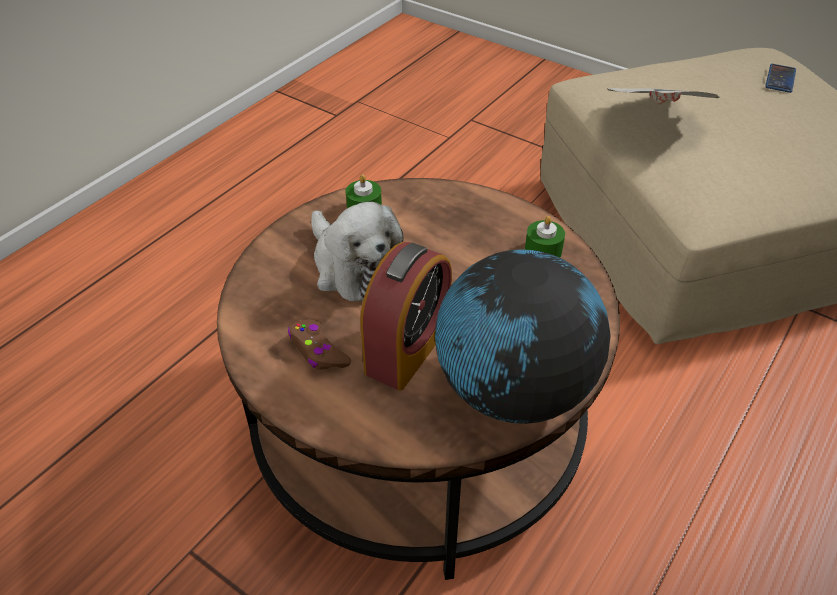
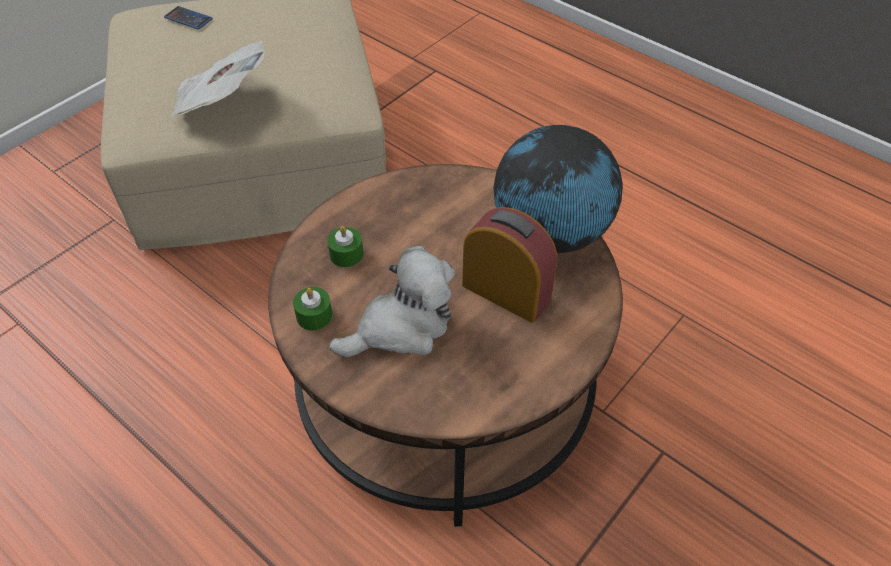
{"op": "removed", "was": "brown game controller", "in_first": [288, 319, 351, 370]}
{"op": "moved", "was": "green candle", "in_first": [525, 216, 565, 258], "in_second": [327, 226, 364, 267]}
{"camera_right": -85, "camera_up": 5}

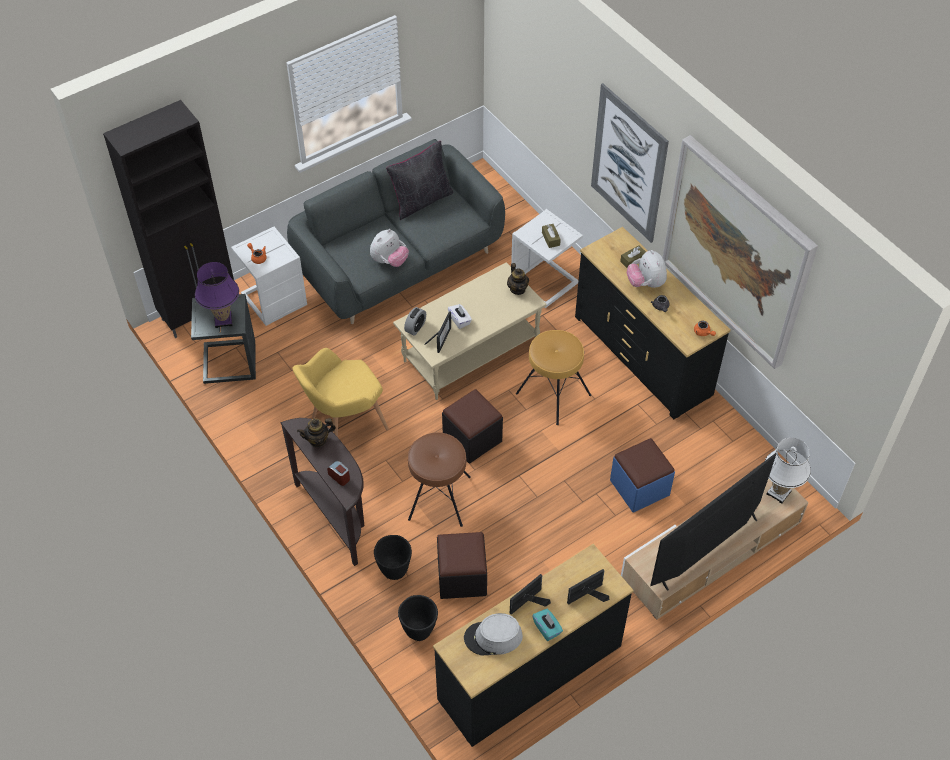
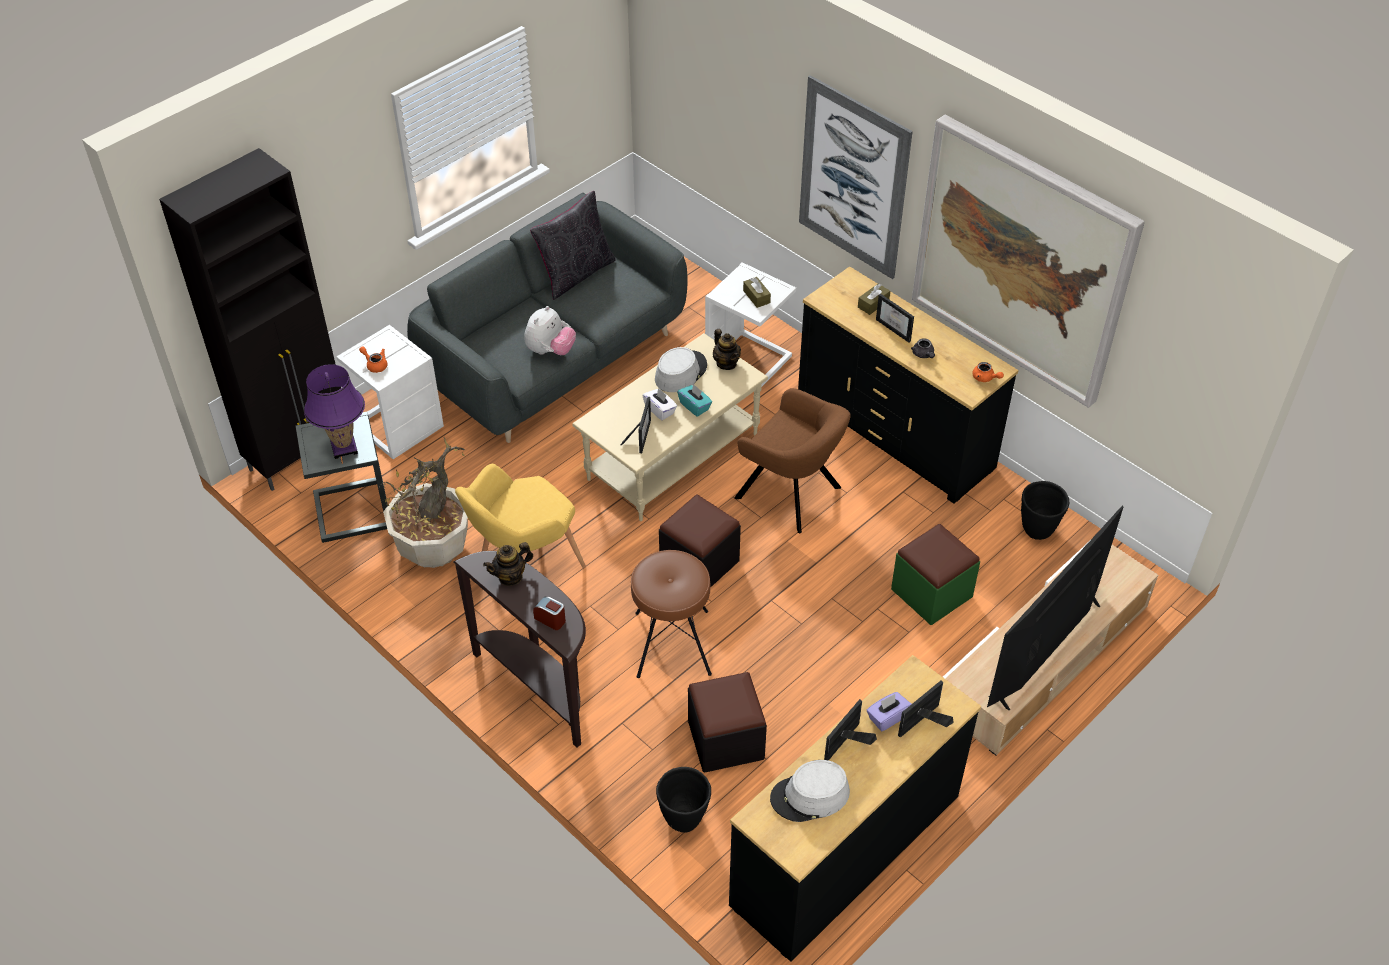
{"op": "removed", "was": "alarm clock", "in_first": [404, 307, 426, 336]}
{"op": "removed", "was": "white table lamp", "in_first": [765, 438, 811, 504]}
{"op": "added", "now": "potted plant", "in_second": [381, 437, 468, 568]}
{"op": "added", "now": "grey hat", "in_second": [655, 347, 707, 392]}
{"op": "added", "now": "purple tissue box", "in_second": [867, 692, 911, 731]}
{"op": "moved", "was": "black planter", "in_first": [374, 535, 412, 580], "in_second": [1021, 481, 1069, 540]}
{"op": "moved", "was": "turquoise tissue box", "in_first": [532, 609, 563, 641], "in_second": [677, 384, 712, 417]}
{"op": "replaced", "was": "brown stool", "now": "brown armchair", "in_first": [516, 330, 591, 425], "in_second": [735, 388, 851, 533]}
{"op": "replaced", "was": "plush toy", "now": "picture frame", "in_first": [627, 250, 667, 288], "in_second": [876, 294, 914, 343]}
{"op": "recoloured", "was": "blue ottoman", "now": "green ottoman", "in_first": [610, 438, 675, 513], "in_second": [891, 524, 980, 625]}
{"camera_right": -10, "camera_up": -5}

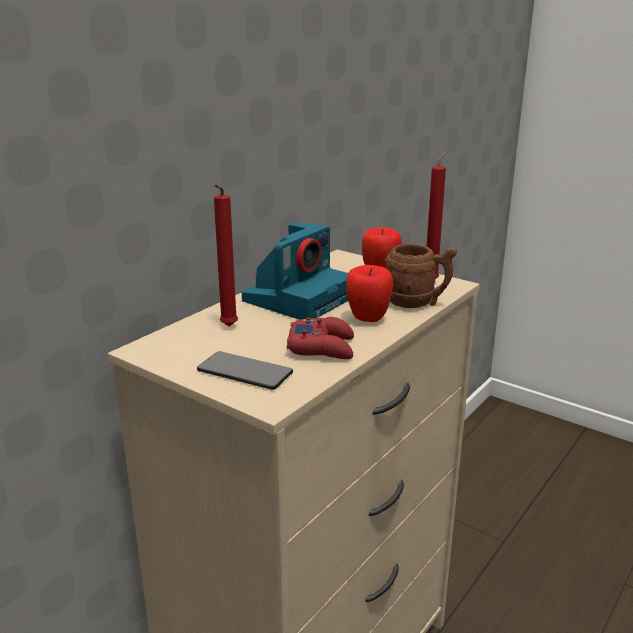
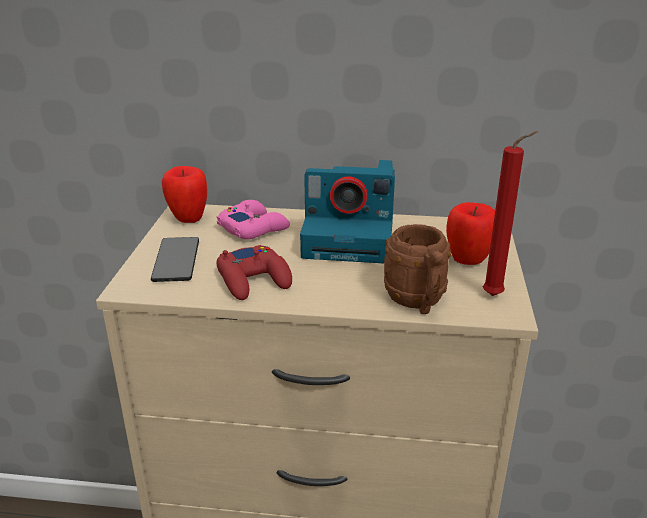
{"op": "moved", "was": "apple", "in_first": [346, 265, 393, 322], "in_second": [162, 166, 207, 223]}
{"op": "replaced", "was": "red candle", "now": "pink game controller", "in_first": [214, 184, 238, 326], "in_second": [217, 200, 290, 239]}
{"camera_right": 60, "camera_up": 5}

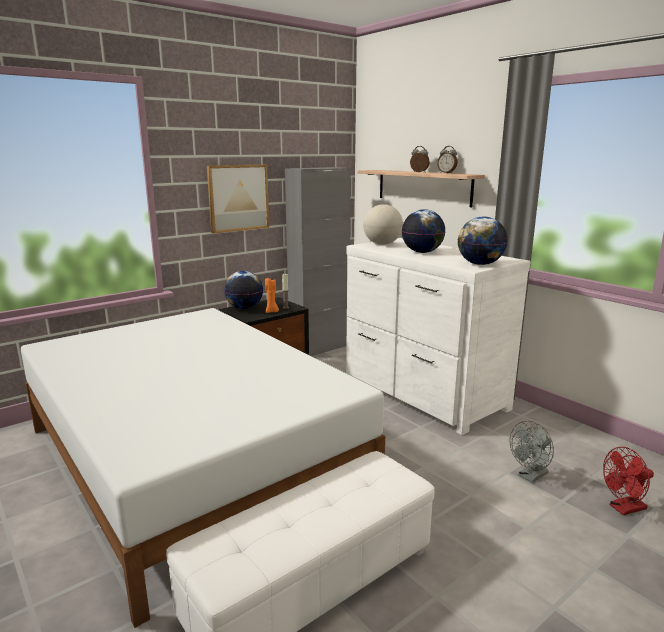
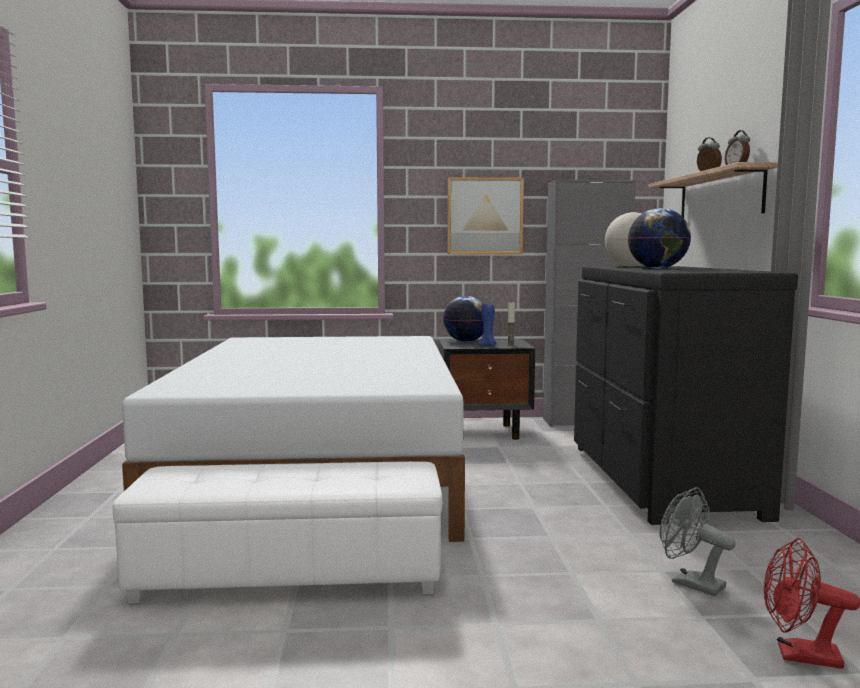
{"op": "removed", "was": "globe", "in_first": [458, 217, 508, 265]}
{"op": "recoloured", "was": "orange candle", "now": "blue candle", "in_first": [265, 278, 279, 313], "in_second": [478, 302, 496, 346]}
{"op": "recoloured", "was": "white dresser", "now": "black dresser", "in_first": [346, 238, 530, 435], "in_second": [574, 266, 798, 525]}
{"op": "turned", "was": "grey fan", "in_first": [509, 421, 554, 483], "in_second": [660, 487, 736, 596], "clockwise": 45}
{"camera_right": 35, "camera_up": -10}

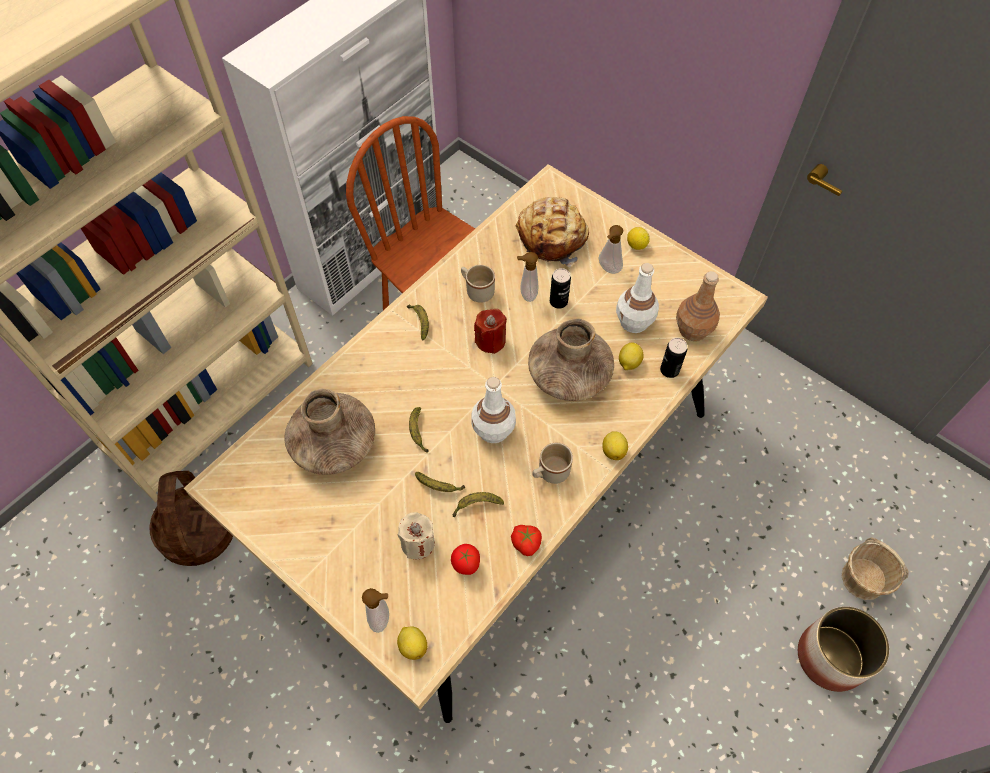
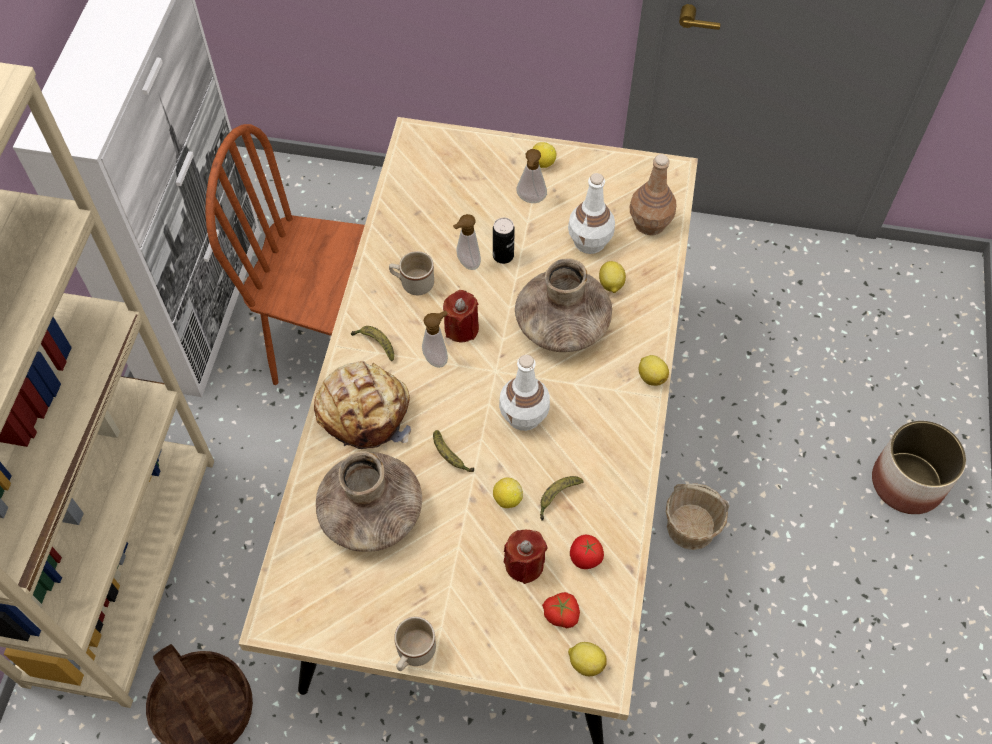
{"op": "removed", "was": "can", "in_first": [660, 338, 687, 378]}
{"op": "moved", "was": "soap dispenser", "in_first": [362, 588, 389, 633], "in_second": [422, 311, 448, 368]}
{"op": "moved", "was": "tomato", "in_first": [511, 525, 542, 556], "in_second": [542, 592, 580, 628]}
{"op": "moved", "was": "bread", "in_first": [516, 197, 589, 267], "in_second": [314, 361, 411, 449]}
{"op": "moved", "was": "beige mug", "in_first": [533, 443, 573, 484], "in_second": [394, 617, 436, 671]}
{"op": "moved", "was": "basket", "in_first": [842, 537, 909, 600], "in_second": [666, 483, 729, 550]}
{"op": "replaced", "was": "banana", "now": "lemon", "in_first": [415, 472, 465, 492], "in_second": [493, 478, 523, 508]}
{"op": "recoloured", "was": "beige candle", "now": "red candle", "in_first": [398, 512, 435, 560], "in_second": [504, 530, 547, 584]}
{"camera_right": -30, "camera_up": 0}

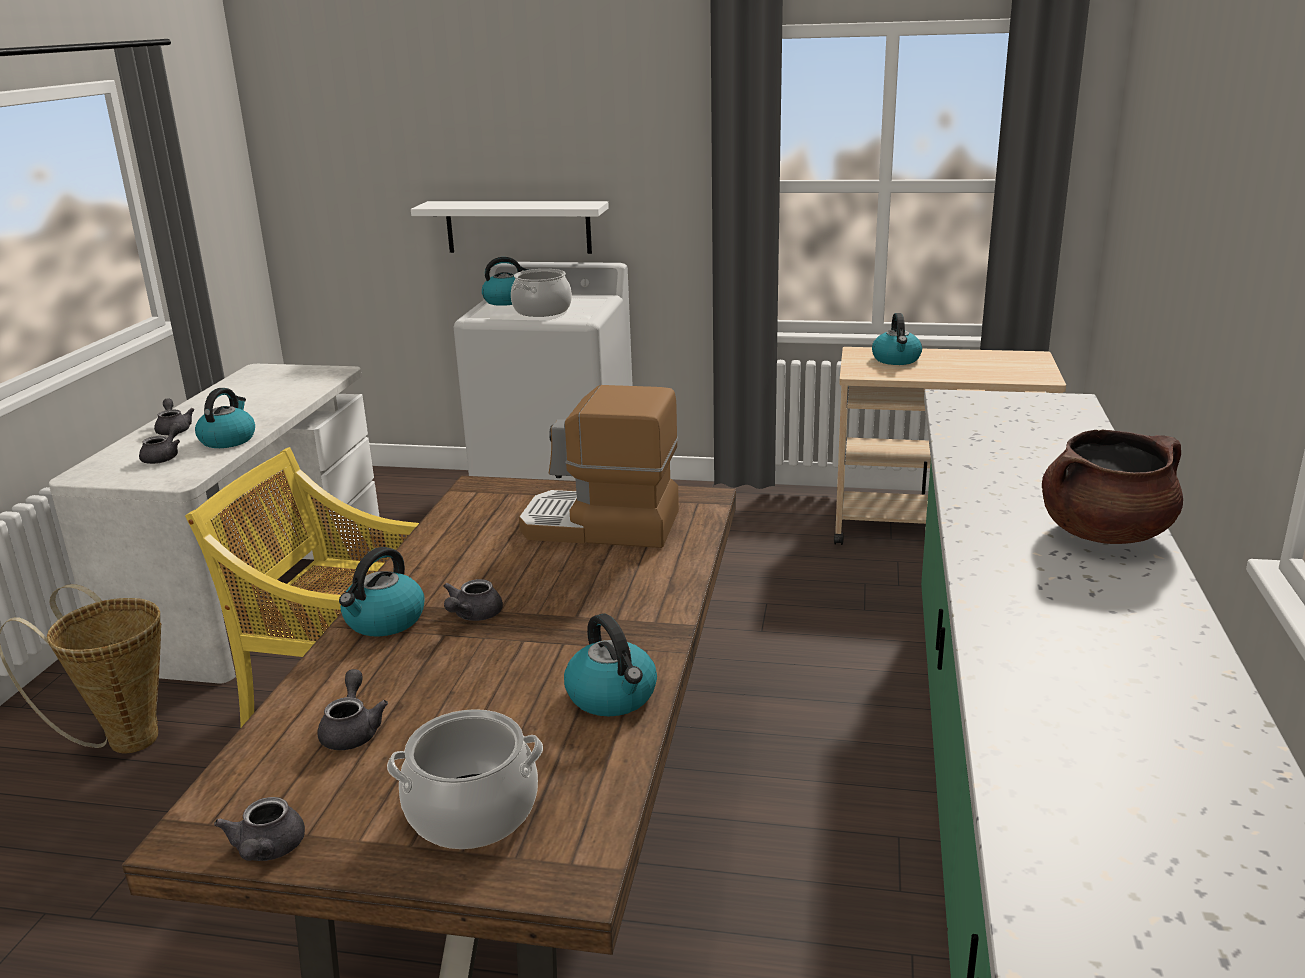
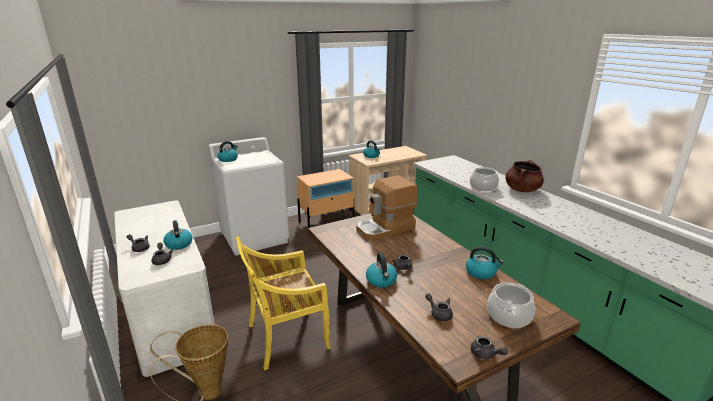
{"op": "removed", "was": "white shelf", "in_first": [411, 201, 609, 254]}
{"op": "added", "now": "beige nightstand", "in_second": [297, 169, 354, 228]}
{"op": "moved", "was": "cooking pot", "in_first": [511, 269, 572, 317], "in_second": [470, 167, 499, 191]}
{"camera_right": -40, "camera_up": 0}

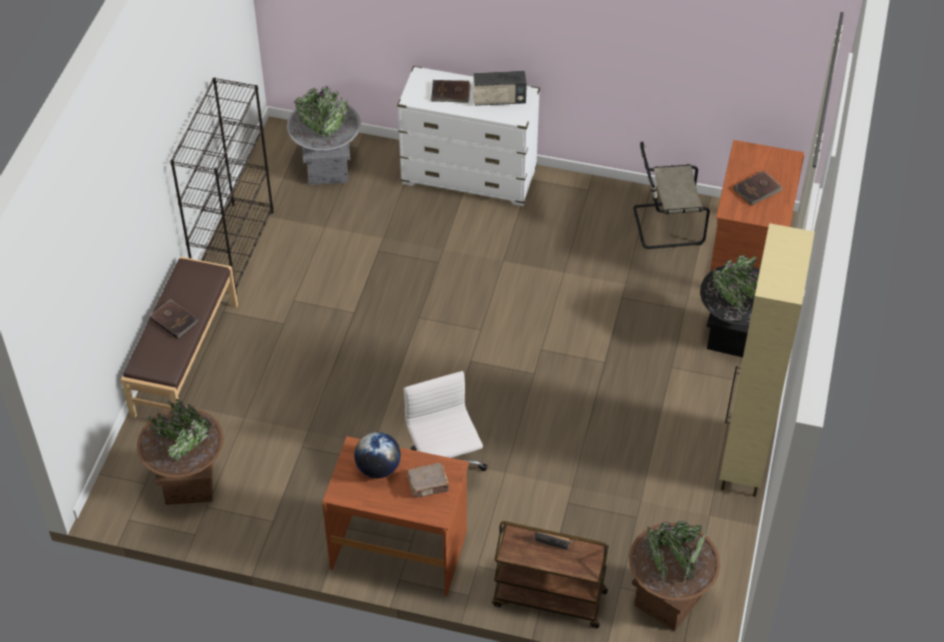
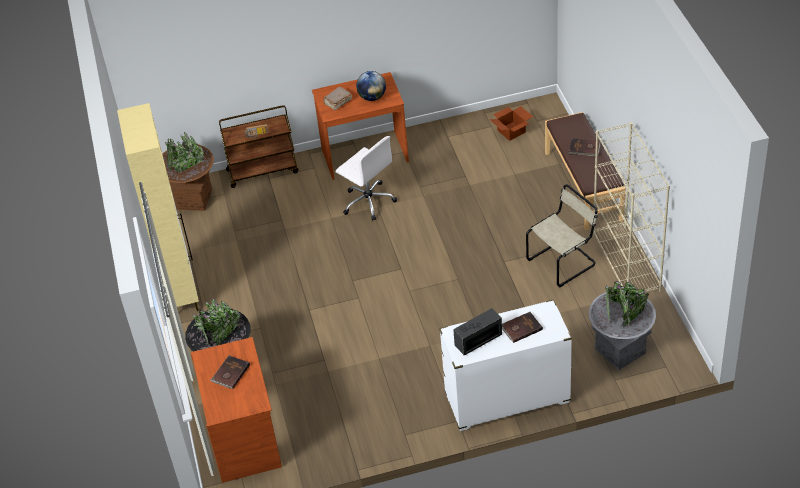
{"op": "moved", "was": "beige chair", "in_first": [633, 142, 710, 249], "in_second": [526, 184, 598, 288]}
{"op": "replaced", "was": "brown planter", "now": "cardboard box", "in_first": [137, 399, 224, 505], "in_second": [490, 106, 533, 141]}
{"op": "recoloured", "was": "black bookcase", "now": "beige bookcase", "in_first": [170, 77, 274, 295], "in_second": [593, 122, 670, 292]}
{"camera_right": 155, "camera_up": -5}

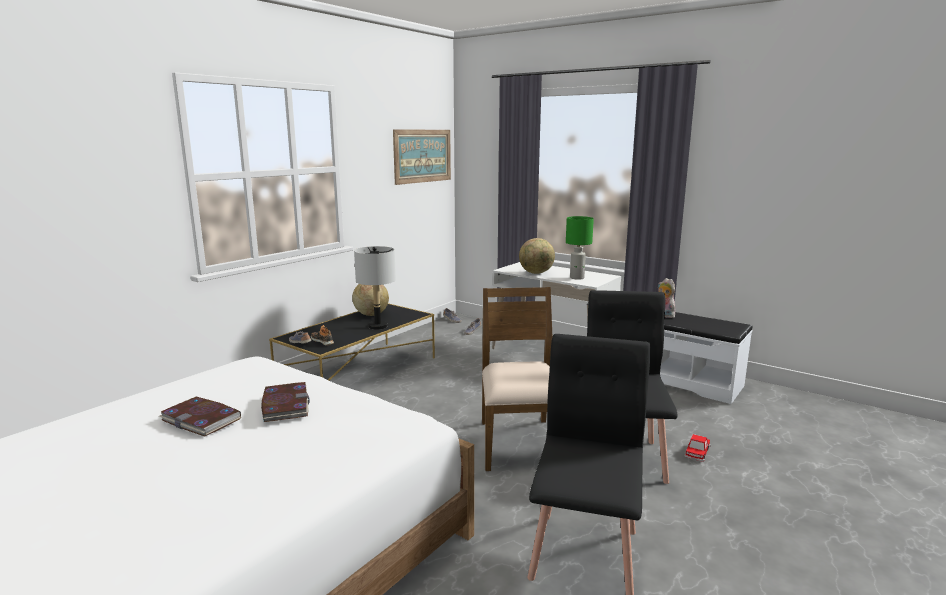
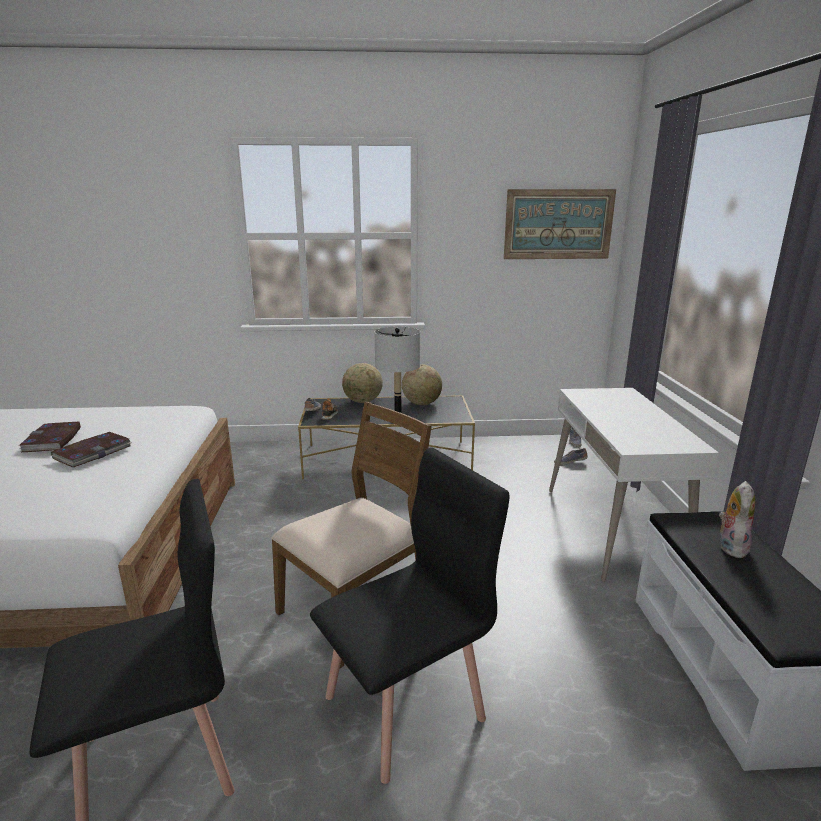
{"op": "removed", "was": "green table lamp", "in_first": [566, 216, 594, 280]}
{"op": "removed", "was": "toy car", "in_first": [684, 434, 711, 462]}
{"op": "moved", "was": "globe", "in_first": [519, 238, 555, 274], "in_second": [342, 363, 383, 403]}
{"camera_right": 50, "camera_up": 5}

